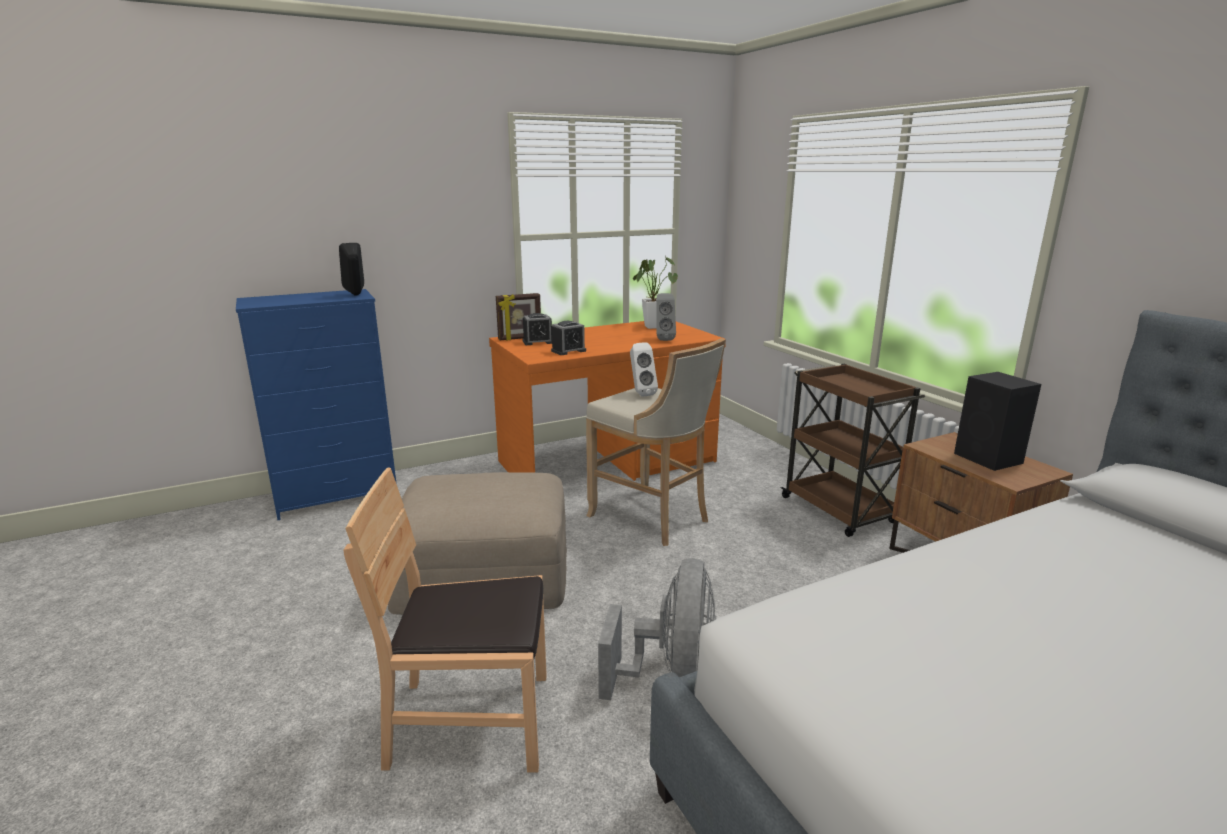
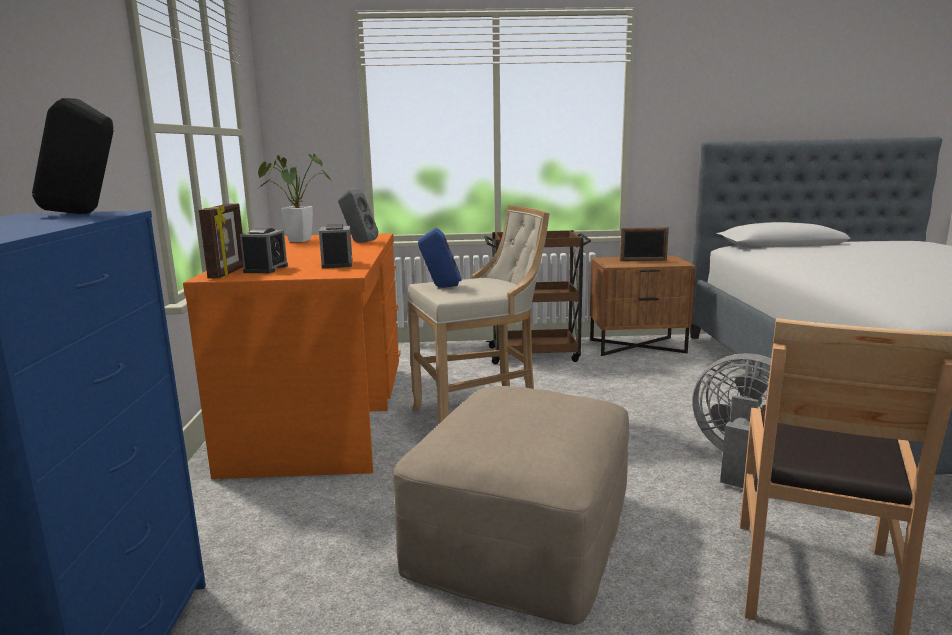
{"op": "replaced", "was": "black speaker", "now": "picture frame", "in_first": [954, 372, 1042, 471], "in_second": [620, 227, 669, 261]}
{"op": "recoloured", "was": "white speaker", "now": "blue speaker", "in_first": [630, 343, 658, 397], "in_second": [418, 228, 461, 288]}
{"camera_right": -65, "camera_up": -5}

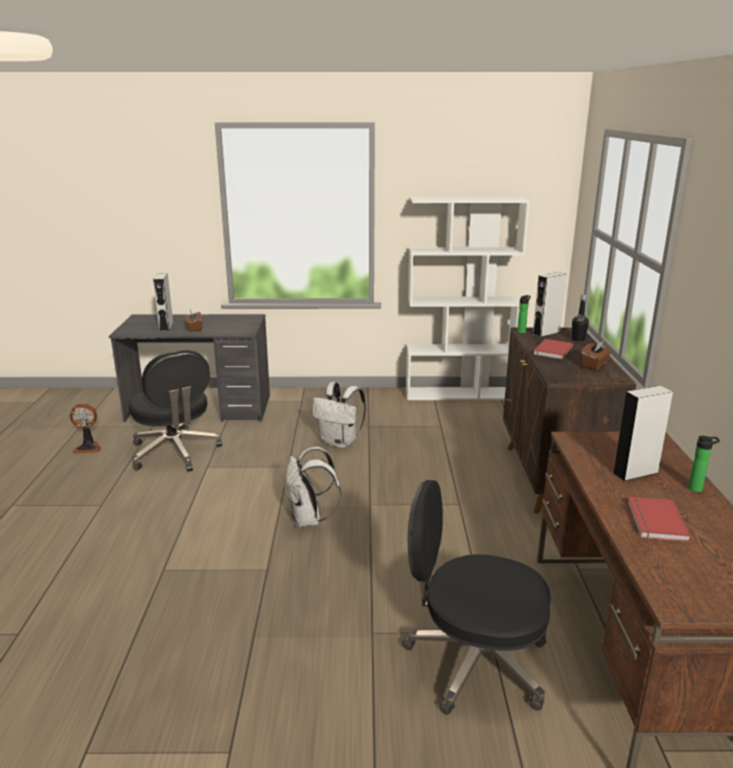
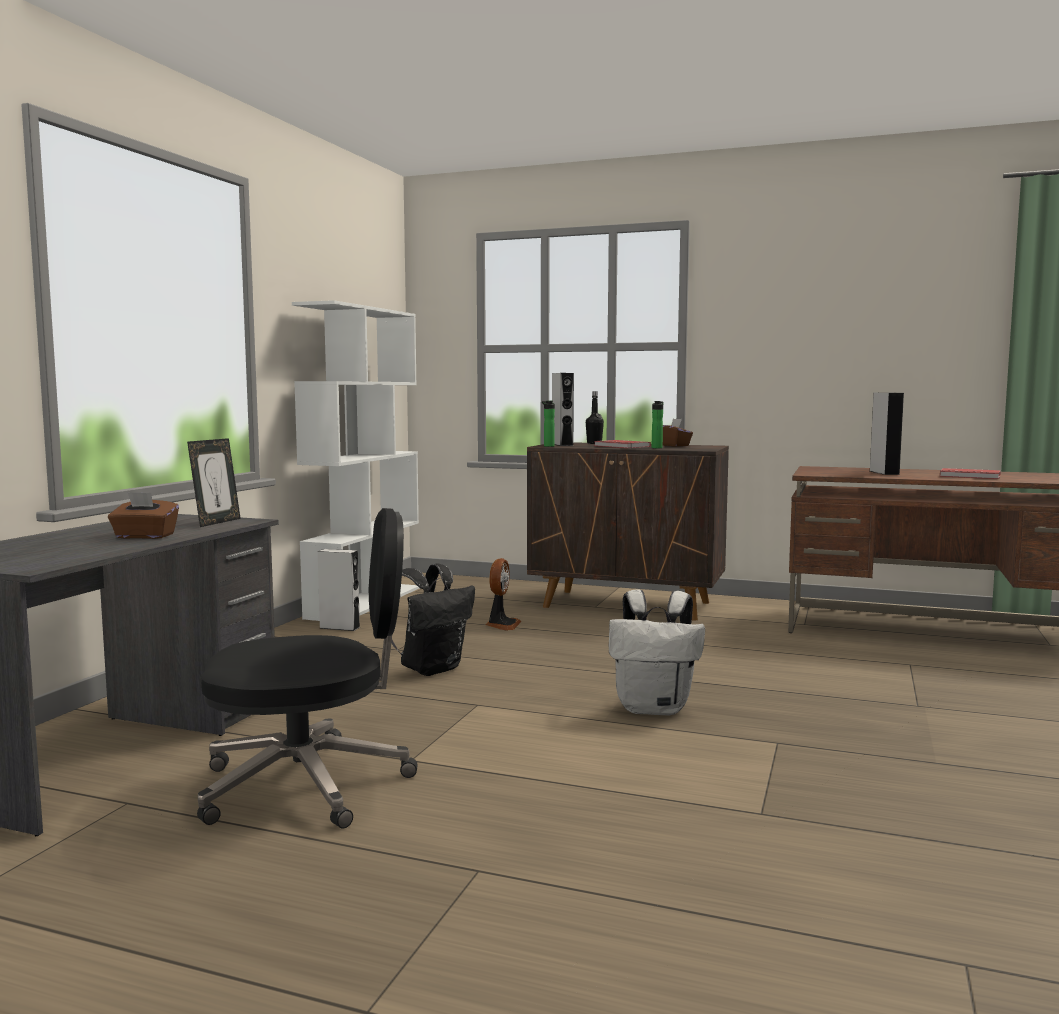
{"op": "removed", "was": "black office chair", "in_first": [402, 480, 551, 715]}
{"op": "added", "now": "picture frame", "in_second": [187, 438, 241, 527]}
{"op": "moved", "was": "fan", "in_first": [70, 403, 101, 454], "in_second": [485, 558, 522, 631]}
{"op": "moved", "was": "grey speaker", "in_first": [153, 273, 173, 331], "in_second": [318, 549, 360, 631]}
{"op": "moved", "was": "bottle", "in_first": [688, 436, 720, 492], "in_second": [652, 401, 664, 448]}
{"op": "recoloured", "was": "white backpack", "now": "black backpack", "in_first": [312, 382, 366, 448], "in_second": [391, 563, 475, 676]}
{"camera_right": -70, "camera_up": -15}

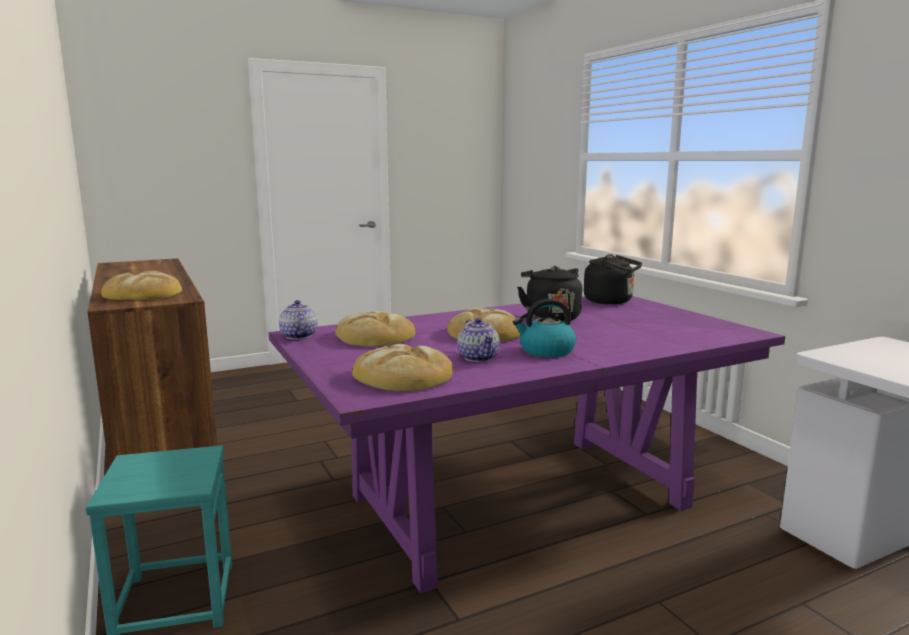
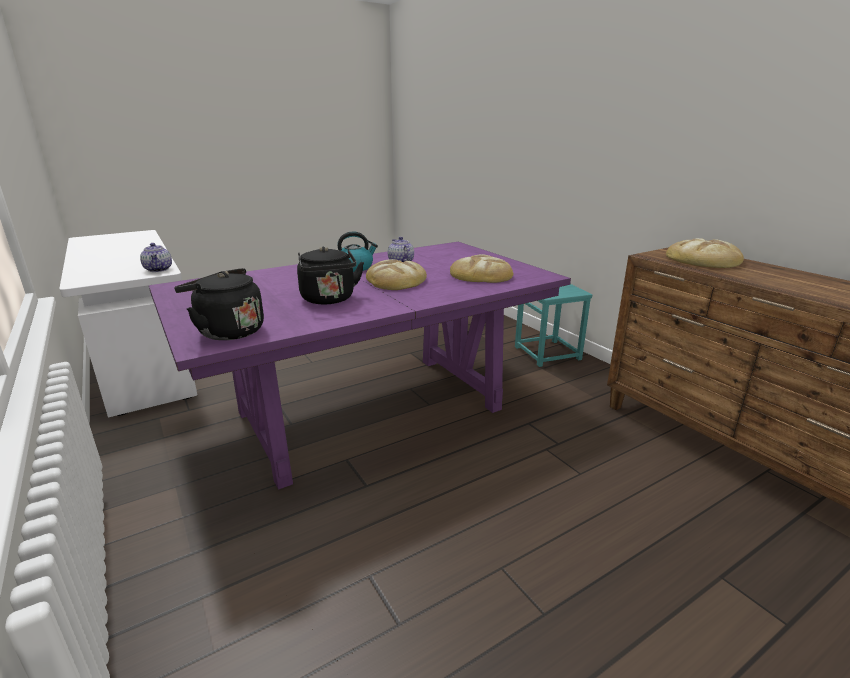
{"op": "removed", "was": "bread", "in_first": [352, 344, 453, 391]}
{"op": "moved", "was": "teapot", "in_first": [279, 300, 317, 339], "in_second": [140, 243, 172, 272]}
{"camera_right": 175, "camera_up": 10}

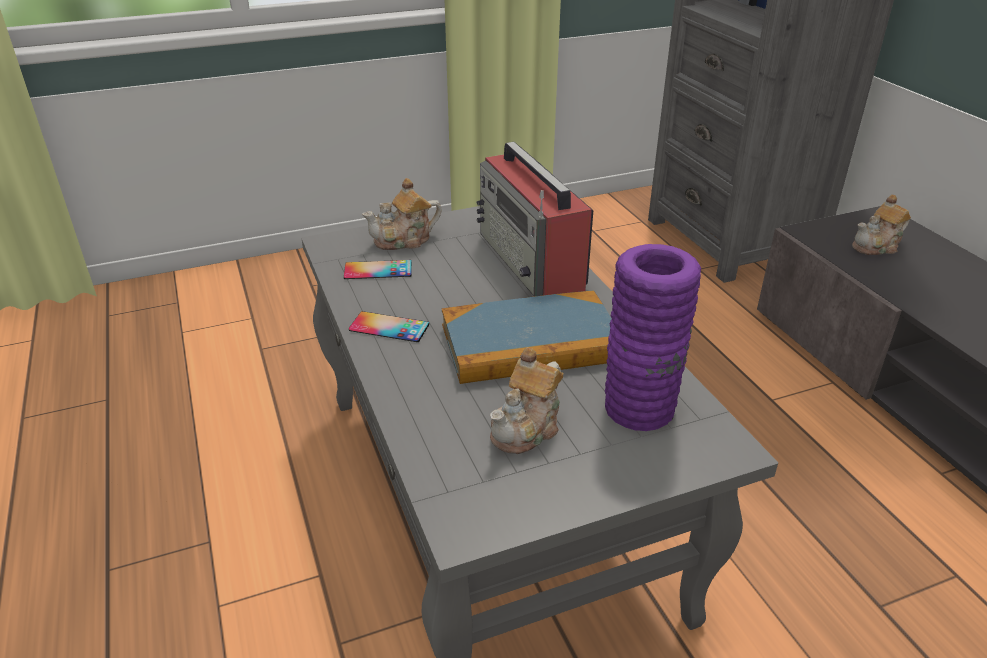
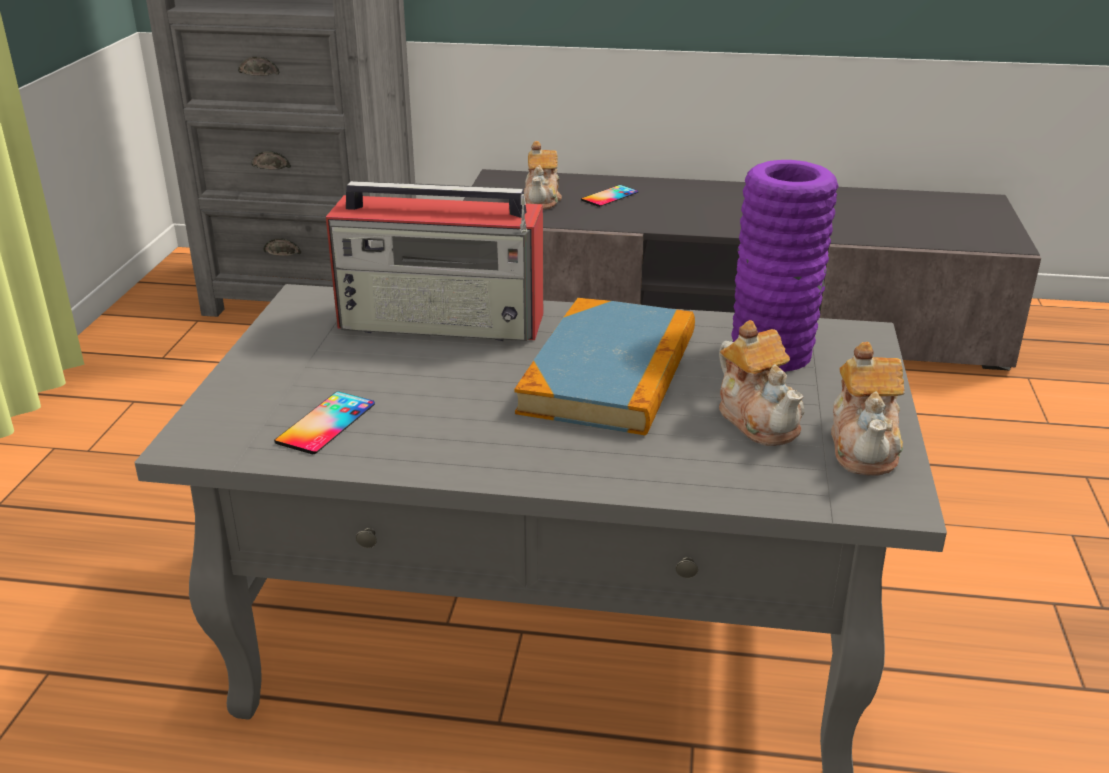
{"op": "moved", "was": "phone", "in_first": [349, 311, 429, 342], "in_second": [581, 185, 638, 207]}
{"op": "moved", "was": "teapot", "in_first": [362, 178, 442, 250], "in_second": [831, 342, 905, 476]}
{"camera_right": -60, "camera_up": -5}

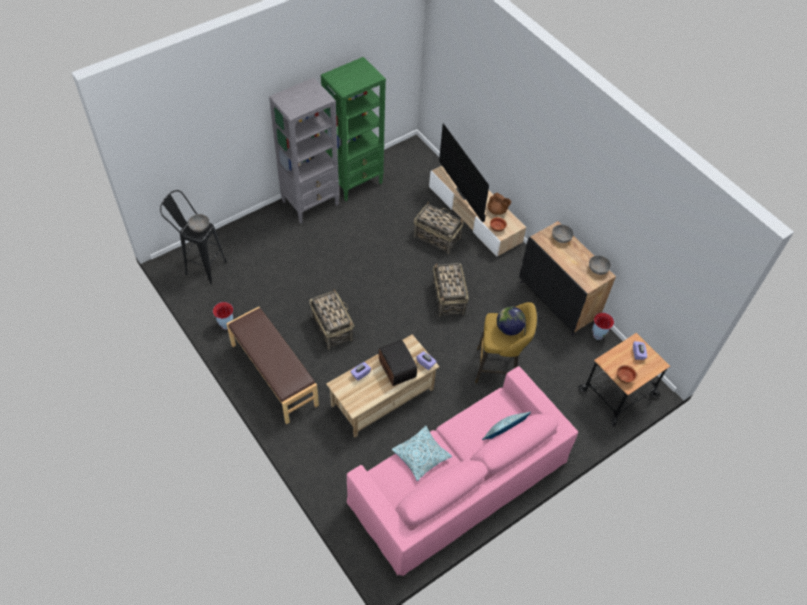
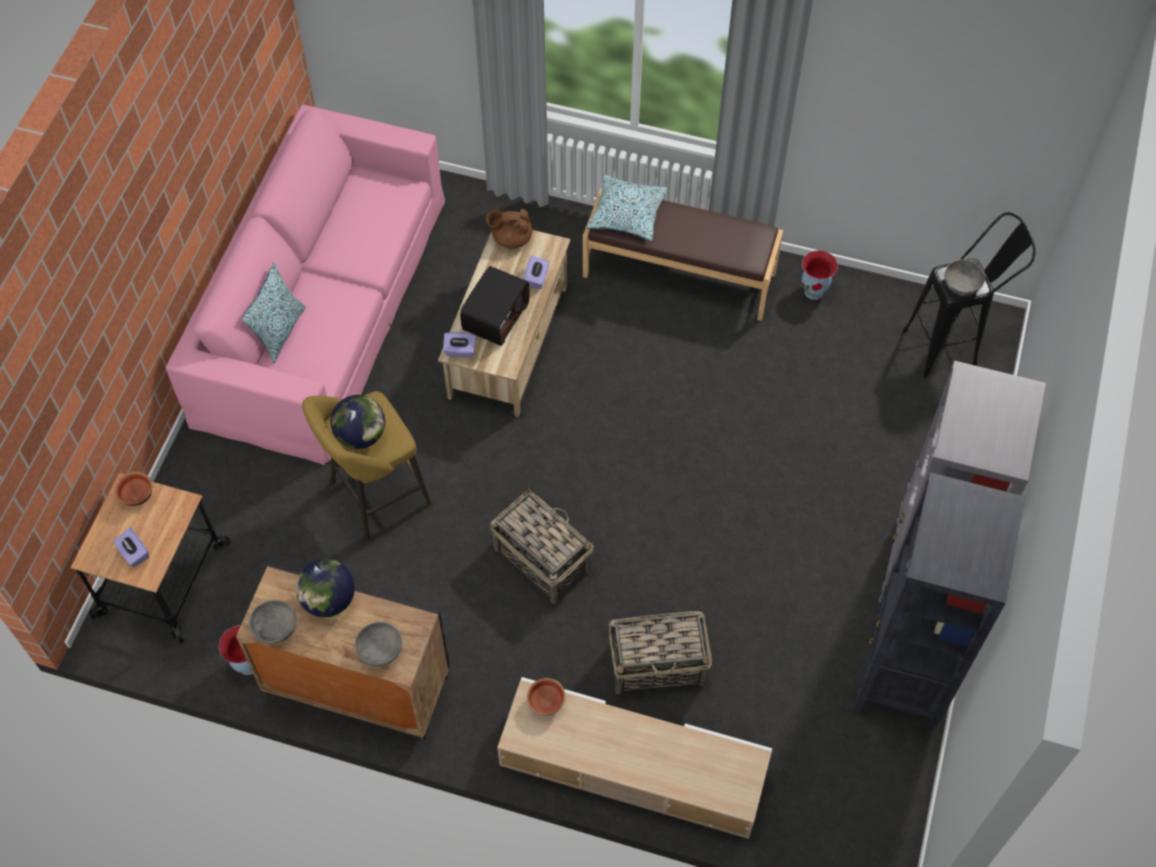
{"op": "removed", "was": "basket", "in_first": [310, 289, 354, 349]}
{"op": "removed", "was": "television", "in_first": [439, 123, 489, 222]}
{"op": "added", "now": "globe", "in_second": [296, 559, 355, 617]}
{"op": "moved", "was": "pillow", "in_first": [392, 426, 452, 481], "in_second": [587, 175, 667, 241]}
{"op": "moved", "was": "brown teapot", "in_first": [487, 193, 511, 215], "in_second": [486, 209, 532, 249]}
{"op": "recoloured", "was": "green bookcase", "now": "black bookcase", "in_first": [321, 57, 386, 201], "in_second": [855, 472, 1025, 731]}
{"op": "turned", "was": "radio", "in_first": [379, 340, 417, 386], "in_second": [460, 266, 529, 346], "clockwise": -90}
{"camera_right": 145, "camera_up": 5}

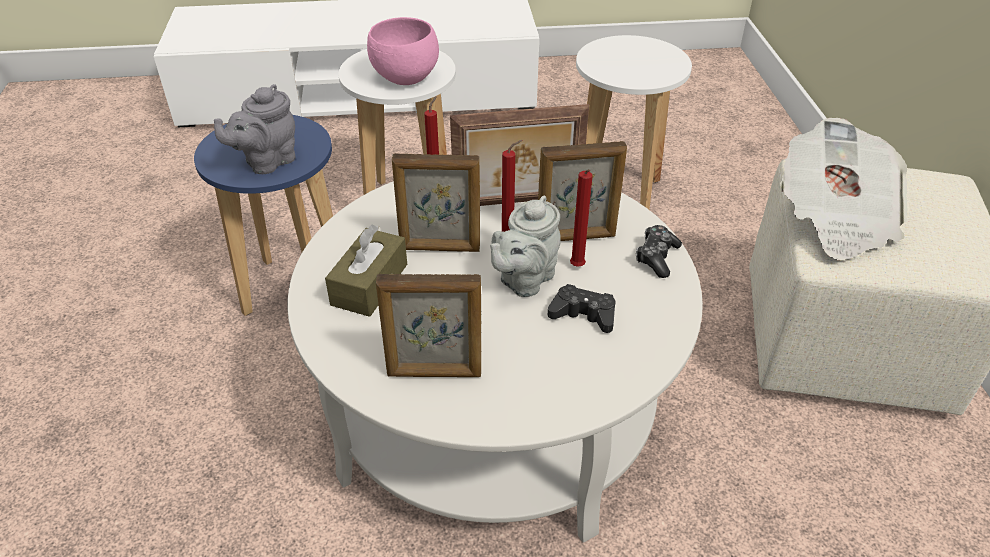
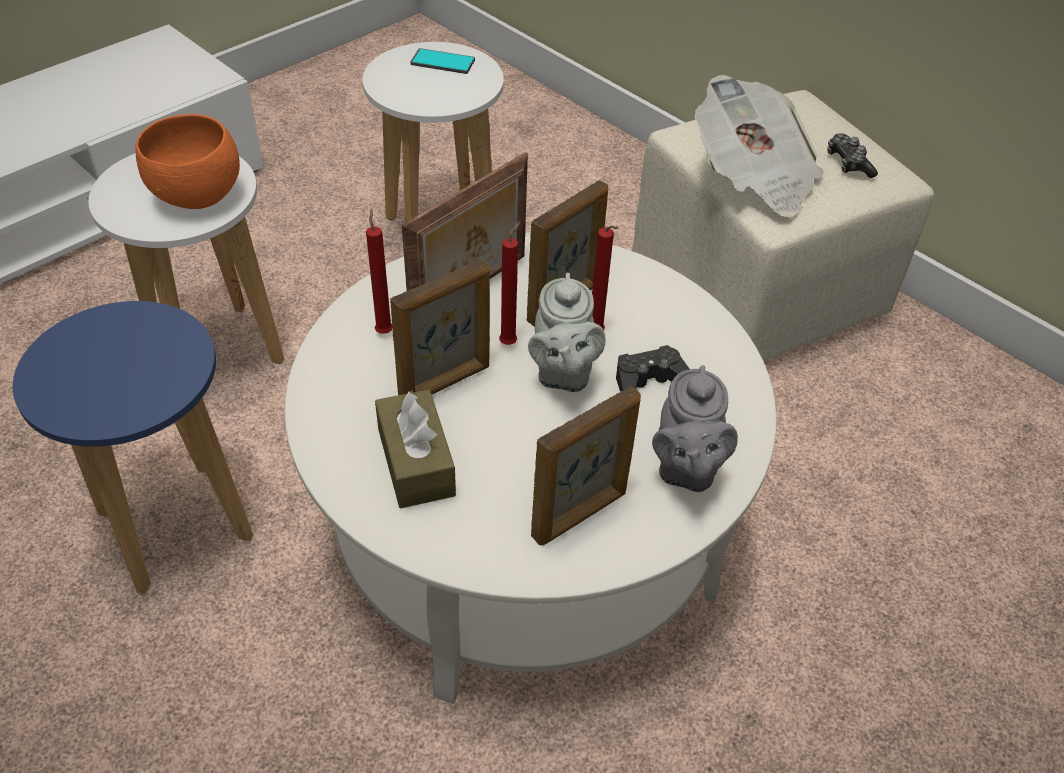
{"op": "added", "now": "phone", "in_second": [410, 48, 475, 74]}
{"op": "moved", "was": "grey teapot", "in_first": [214, 84, 295, 174], "in_second": [652, 365, 738, 492]}
{"op": "moved", "was": "game controller", "in_first": [636, 225, 682, 278], "in_second": [828, 134, 878, 178]}
{"op": "recoloured", "was": "pink bowl", "now": "orange bowl", "in_first": [367, 17, 439, 85], "in_second": [135, 114, 240, 209]}
{"camera_right": -40, "camera_up": 5}

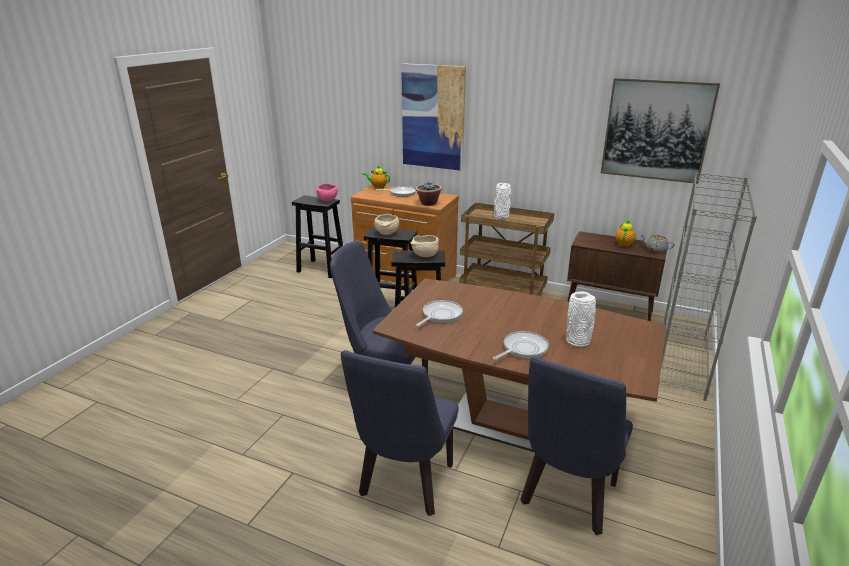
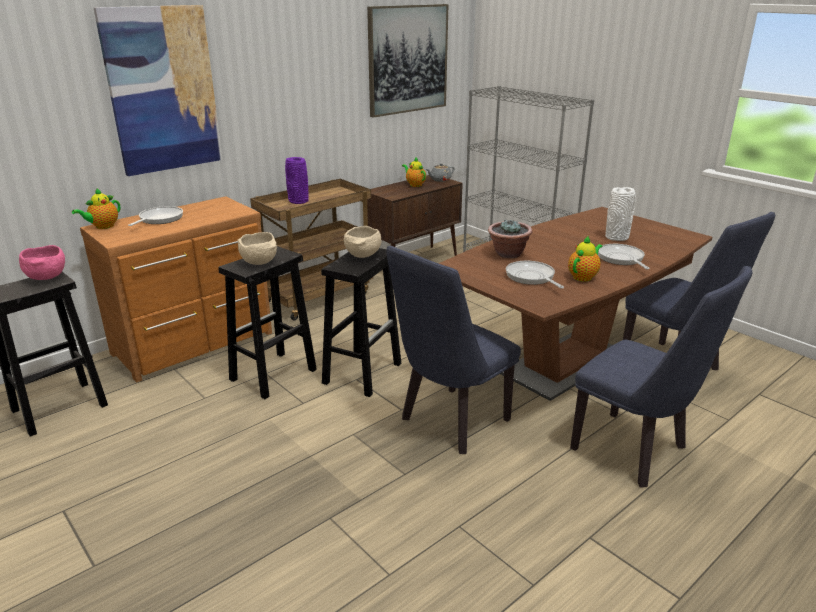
{"op": "added", "now": "teapot", "in_second": [568, 236, 603, 282]}
{"op": "moved", "was": "potted plant", "in_first": [415, 182, 442, 206], "in_second": [488, 219, 532, 258]}
{"op": "recoloured", "was": "white vase", "now": "purple vase", "in_first": [494, 183, 511, 219], "in_second": [285, 157, 309, 204]}
{"camera_right": -65, "camera_up": 0}

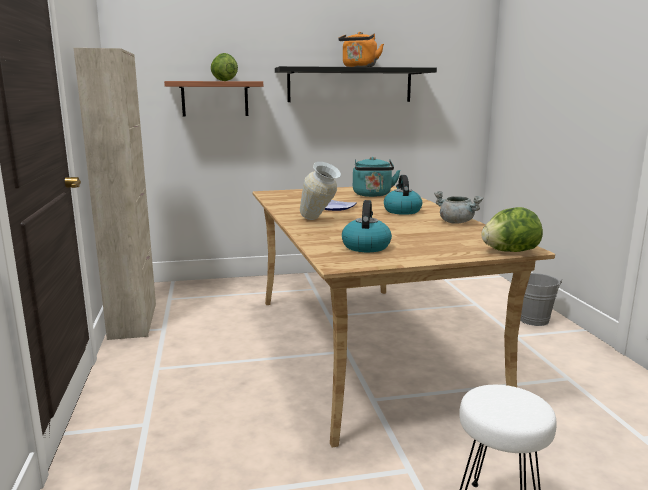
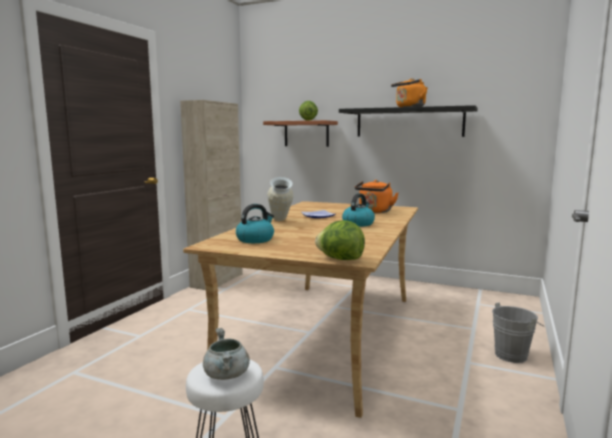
{"op": "moved", "was": "grey cooking pot", "in_first": [434, 191, 483, 224], "in_second": [203, 328, 250, 380]}
{"op": "recoloured", "was": "turquoise kettle", "now": "orange kettle", "in_first": [353, 157, 401, 197], "in_second": [355, 180, 398, 213]}
{"camera_right": 35, "camera_up": -5}

